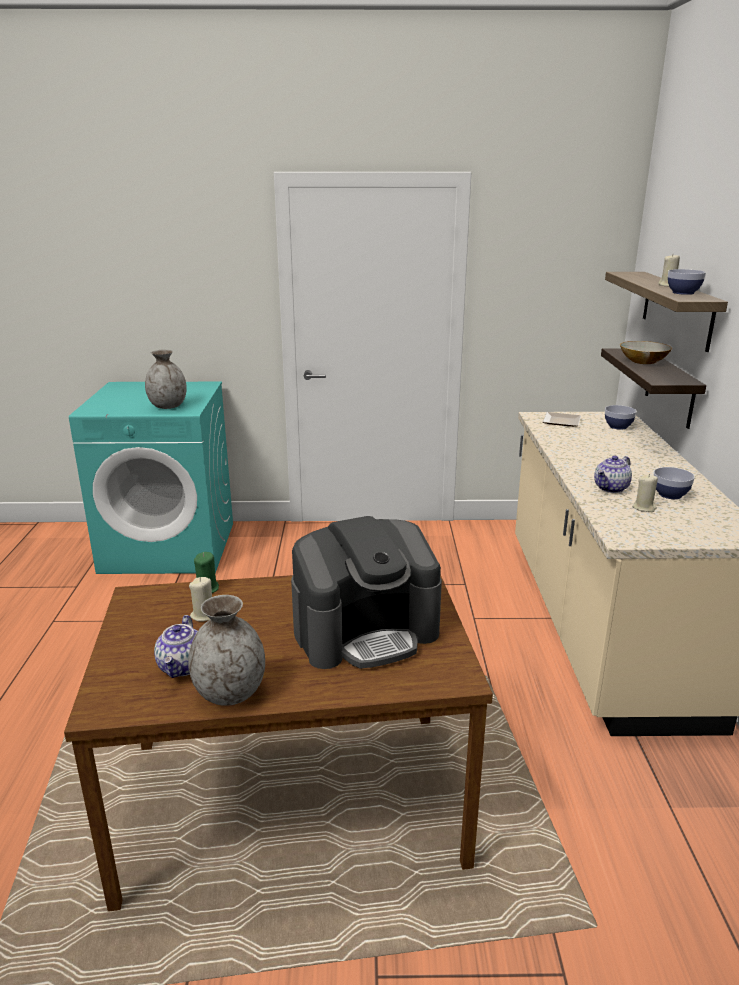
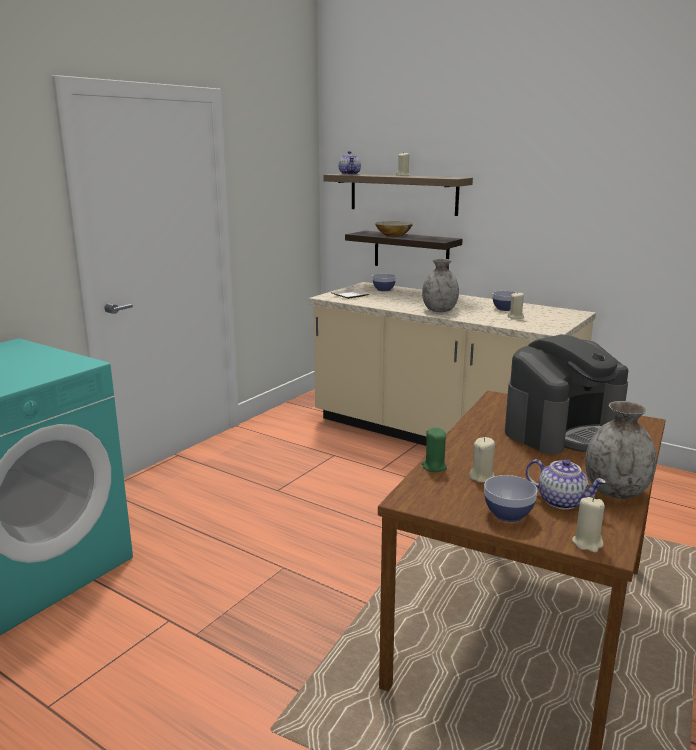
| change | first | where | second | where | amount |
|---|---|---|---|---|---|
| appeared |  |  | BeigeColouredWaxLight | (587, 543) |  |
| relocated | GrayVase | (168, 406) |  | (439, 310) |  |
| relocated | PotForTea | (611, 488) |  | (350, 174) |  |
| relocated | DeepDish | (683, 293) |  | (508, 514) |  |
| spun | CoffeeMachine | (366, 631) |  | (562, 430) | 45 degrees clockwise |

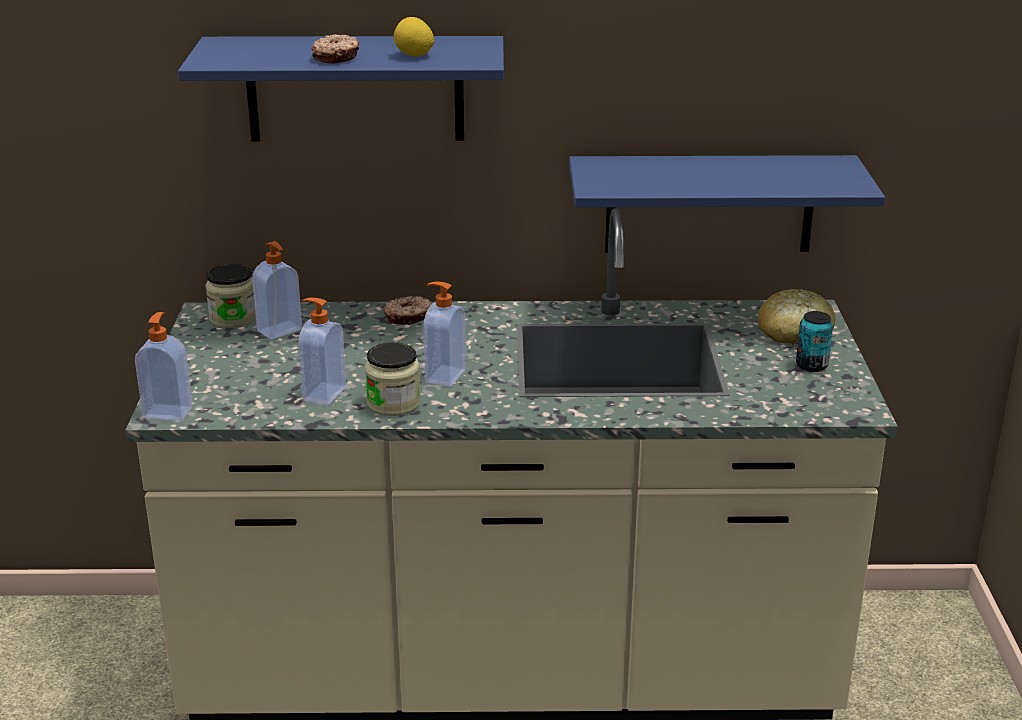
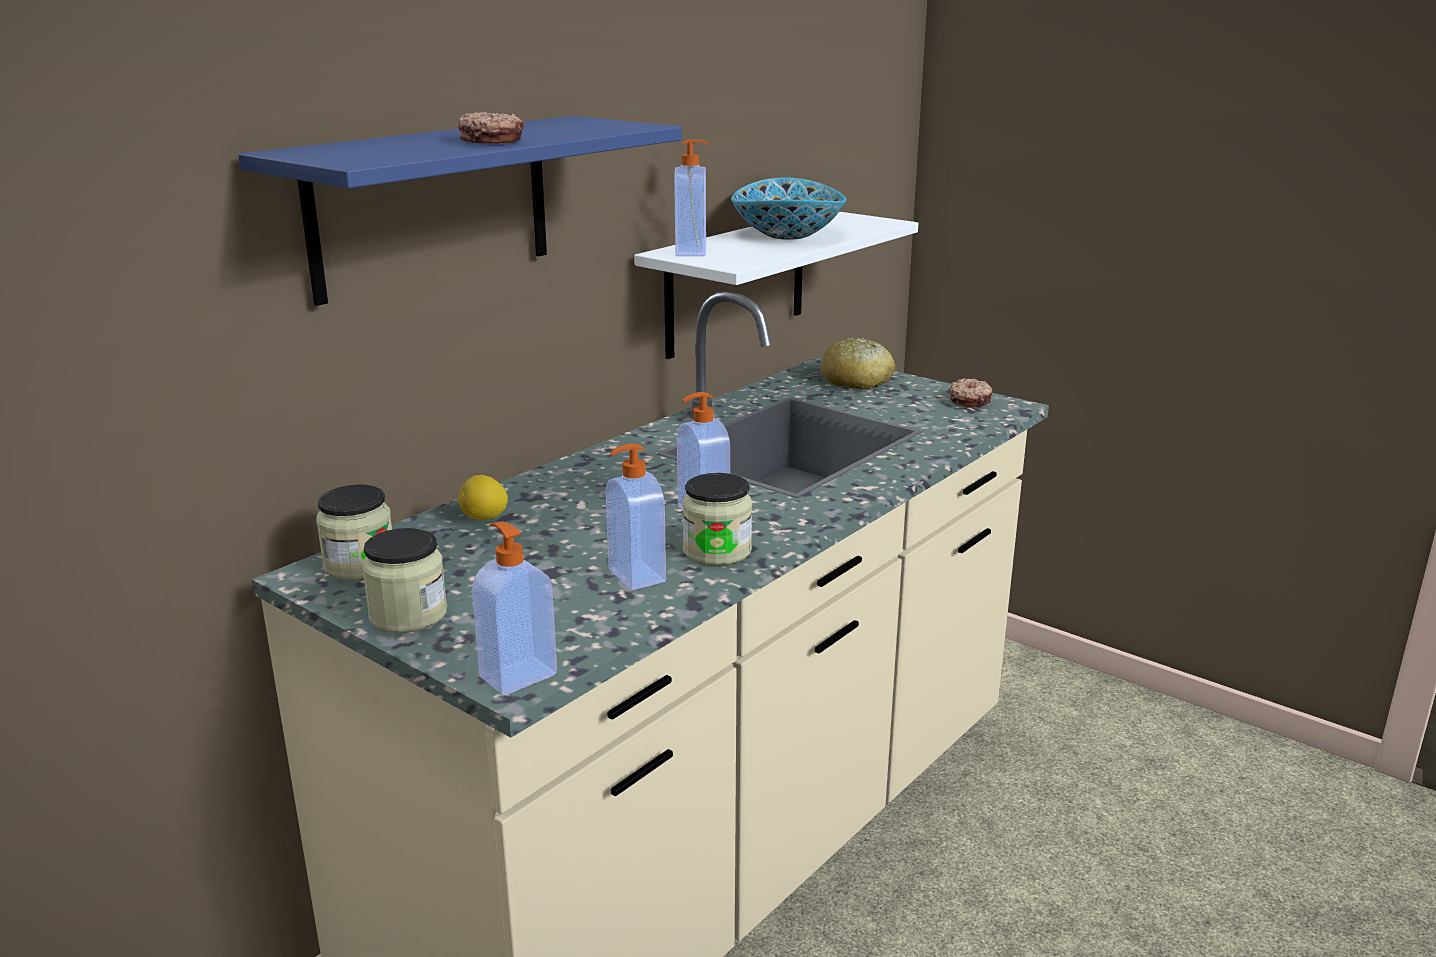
| change | first | where | second | where | amount |
|---|---|---|---|---|---|
| missing | SealedCan | (811, 365) |  |  |  |
| appeared |  |  | Jar | (408, 615) |  |
| appeared |  |  | DeepDish | (786, 234) |  |
| relocated | SoapBottle | (280, 331) |  | (692, 252) |  |
| relocated | Donut | (408, 317) |  | (970, 400) |  |
| relocated | WholeLemon | (414, 55) |  | (485, 519) |  |
| colour | BlueColouredShelf | (709, 204) | WhiteColouredShelf | (736, 283) |  |

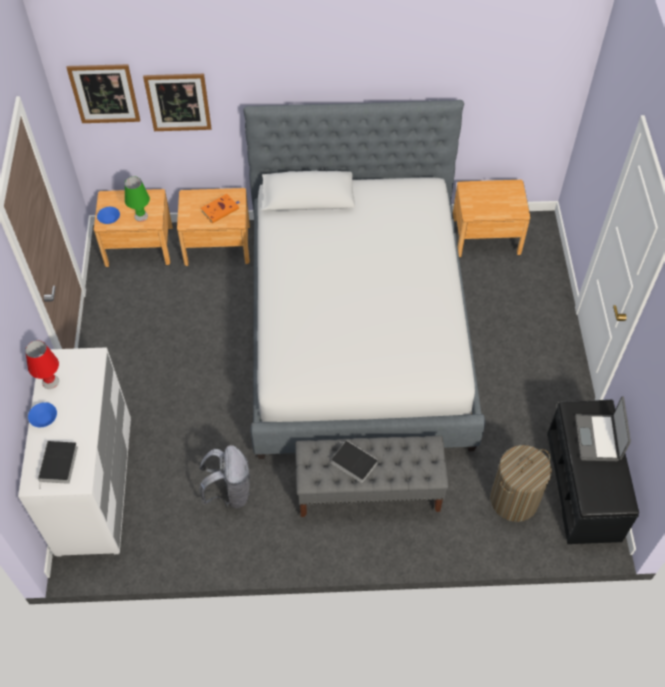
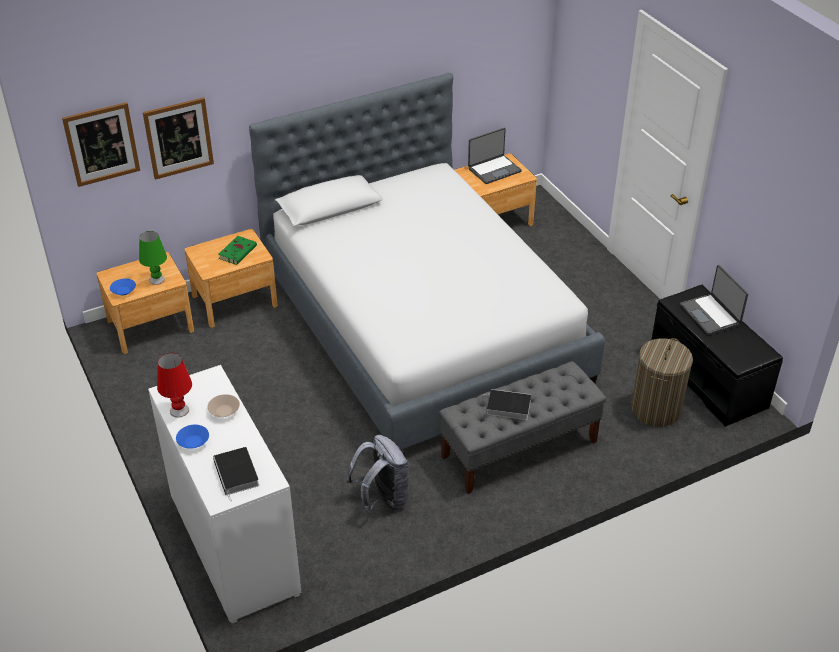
| change | first | where | second | where | amount |
|---|---|---|---|---|---|
| appeared |  |  | BeigeColouredDeepDish | (224, 411) |  |
| appeared |  |  | PortableComputer | (494, 170) |  |
| colour | OrangeVolume | (220, 210) | GreenVolume | (238, 252) |  |

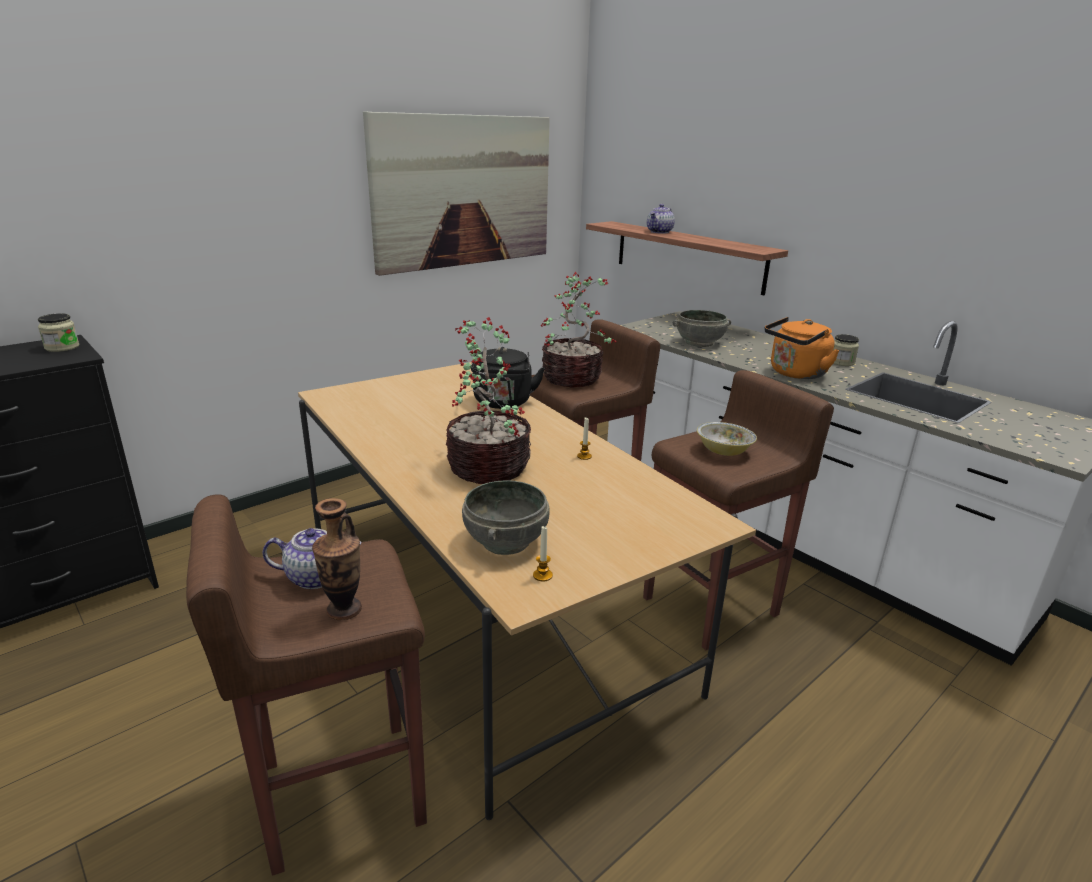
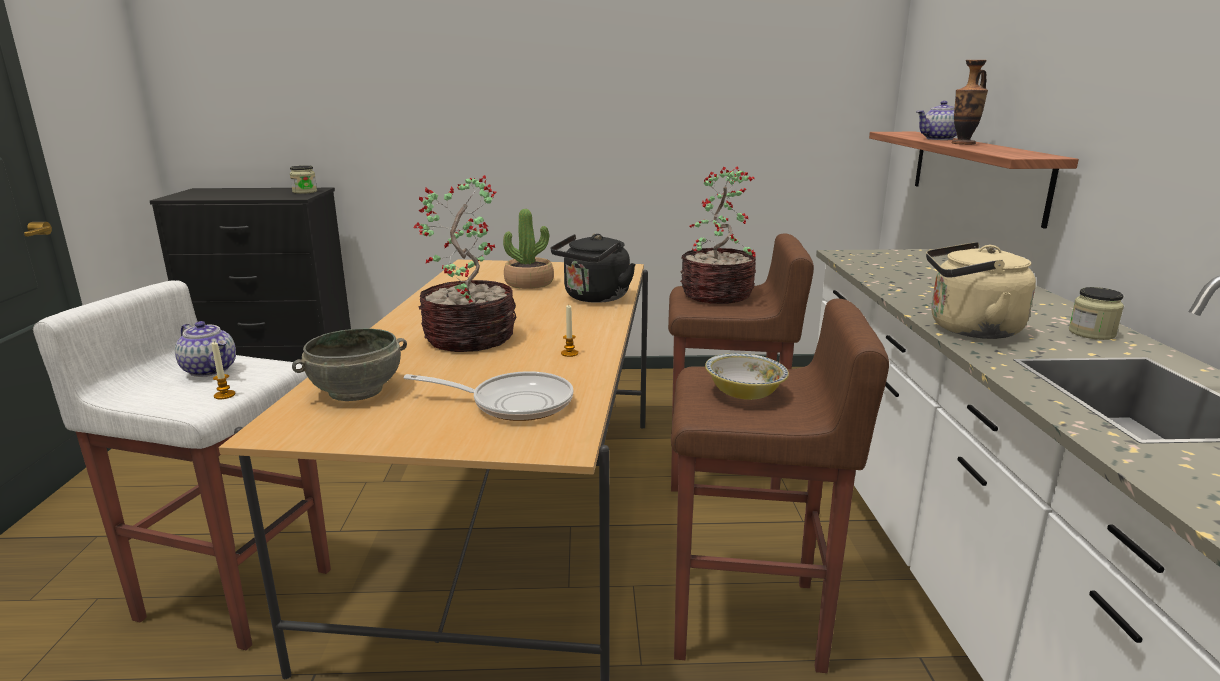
| change | first | where | second | where | amount |
|---|---|---|---|---|---|
| missing | WallPicture | (464, 191) |  |  |  |
| missing | GrayDeepDish | (699, 343) |  |  |  |
| appeared |  |  | FryingPan | (514, 403) |  |
| appeared |  |  | Houseplant | (529, 283) |  |
| relocated | Vase | (344, 610) |  | (963, 144) |  |
| relocated | WaxLight | (542, 575) |  | (224, 395) |  |
| colour | BrownSittingStool | (339, 792) | WhiteColouredSittingStool | (235, 592) |  |
| colour | OrangeTeaKettle | (795, 374) | BeigeColouredTeaKettle | (968, 329) |  |

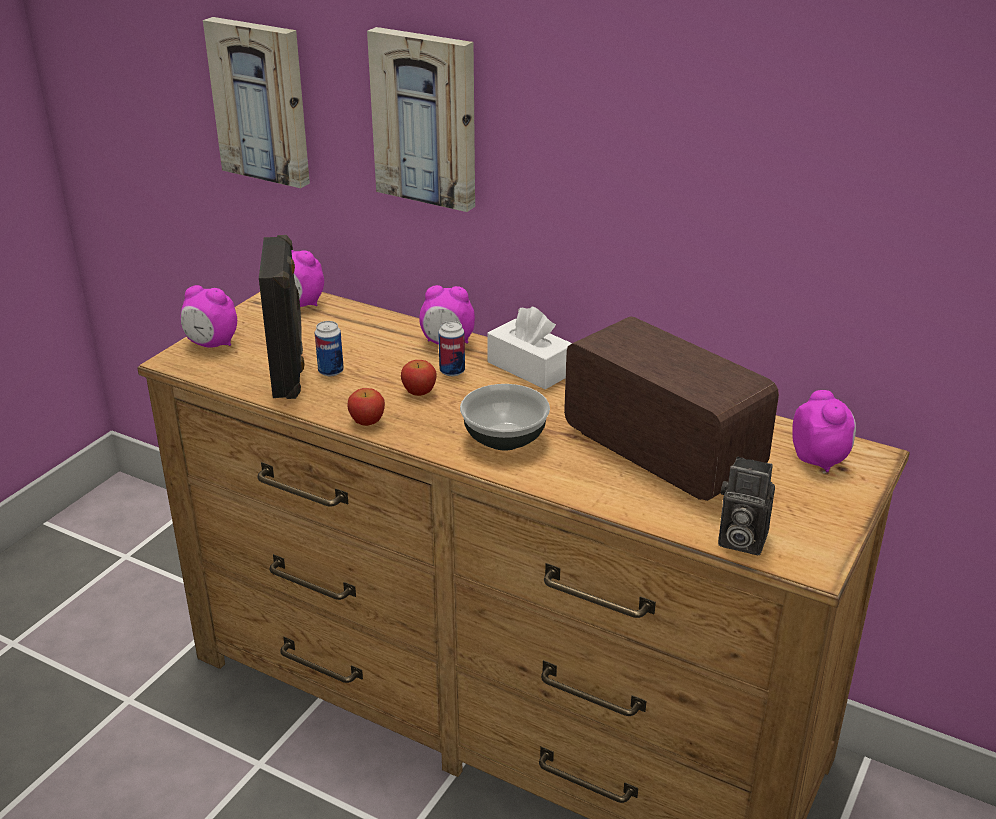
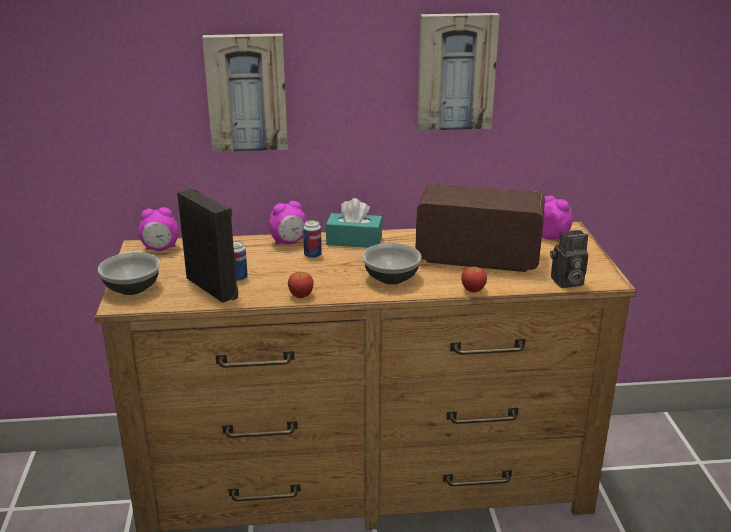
| change | first | where | second | where | amount |
|---|---|---|---|---|---|
| relocated | WallPicture | (262, 101) |  | (455, 71) |  |
| relocated | WholeApple | (419, 392) |  | (473, 290) |  |
| exchanged | BedsideClock | (211, 344) | DeepDish | (133, 288) |  |
| colour | WhiteColouredTissueHolder | (529, 368) | BlueGreenTissueHolder | (354, 240) |  |

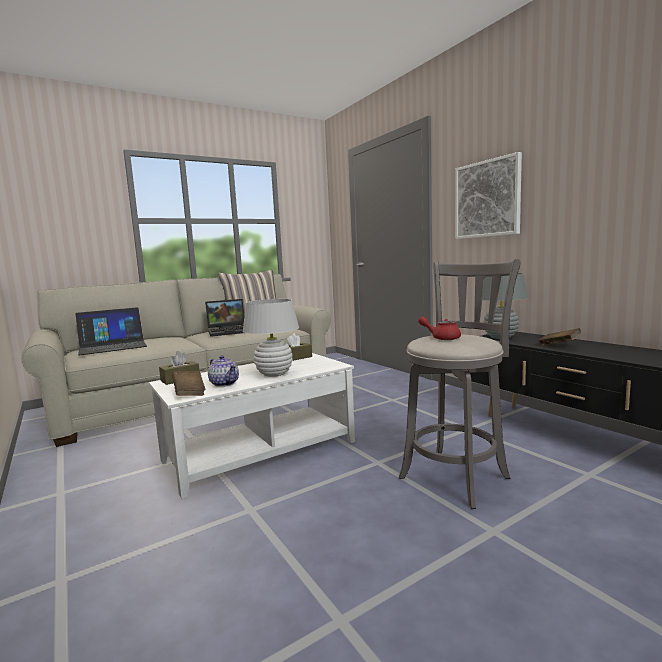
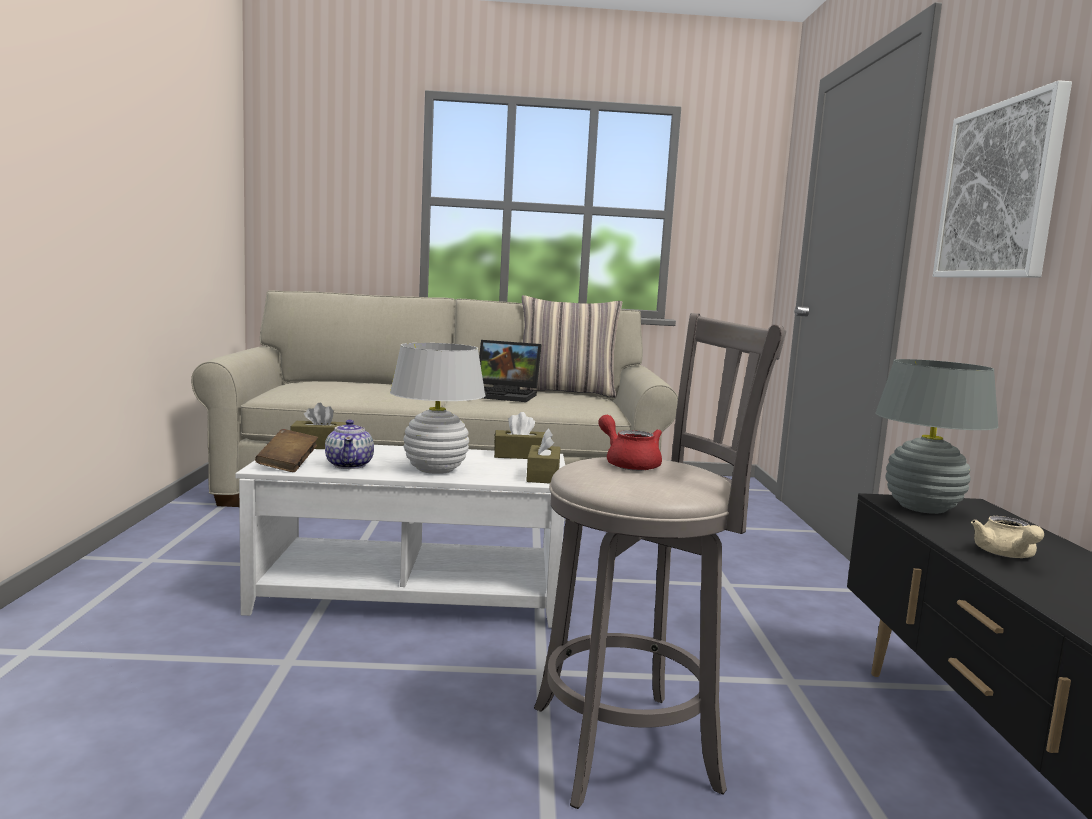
| change | first | where | second | where | amount |
|---|---|---|---|---|---|
| missing | PortableComputer | (113, 346) |  |  |  |
| appeared |  |  | BrownTissueHolder | (543, 475) |  |
| exchanged | BrownVolume | (559, 345) | BeigeColouredPotForTea | (1006, 555) |  |

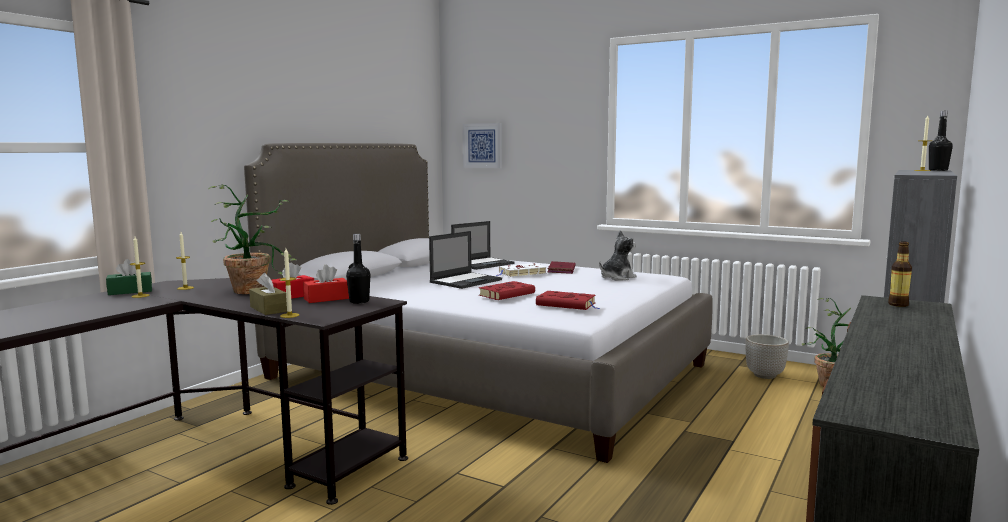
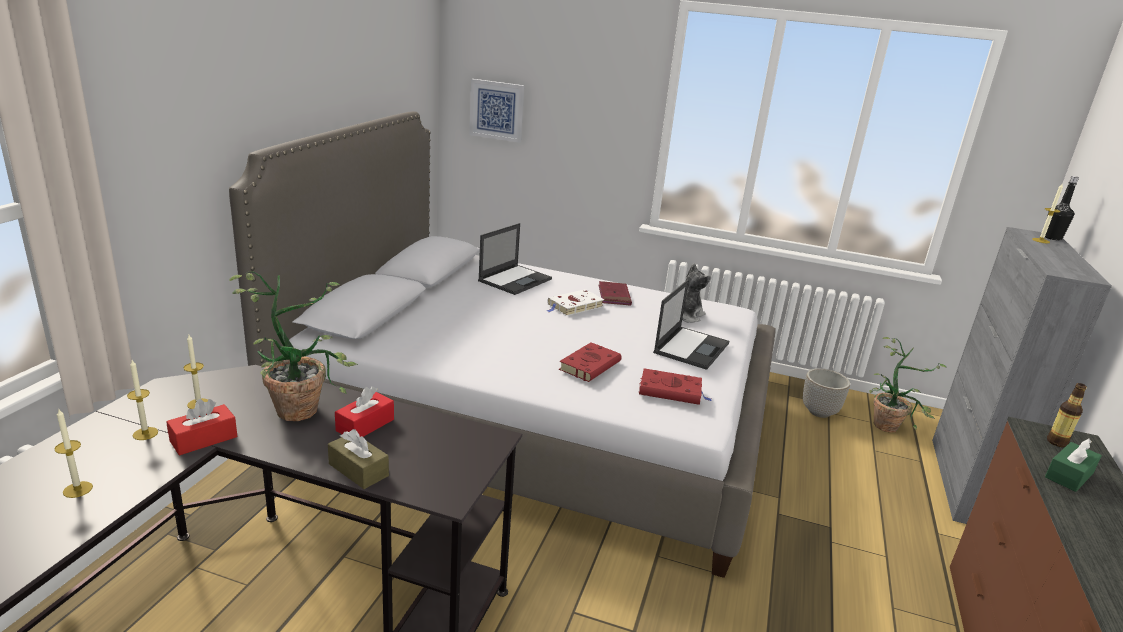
| change | first | where | second | where | amount |
|---|---|---|---|---|---|
| missing | BlackColouredBeverageBottle | (359, 301) |  |  |  |
| relocated | GreenTissueHolder | (130, 291) |  | (1069, 475) |  |
| relocated | WaxLight | (289, 315) |  | (77, 489) |  |
| relocated | RedColouredTissueHolder | (326, 298) |  | (204, 439) |  |
| relocated | PortableComputer | (466, 281) |  | (691, 347) |  |

